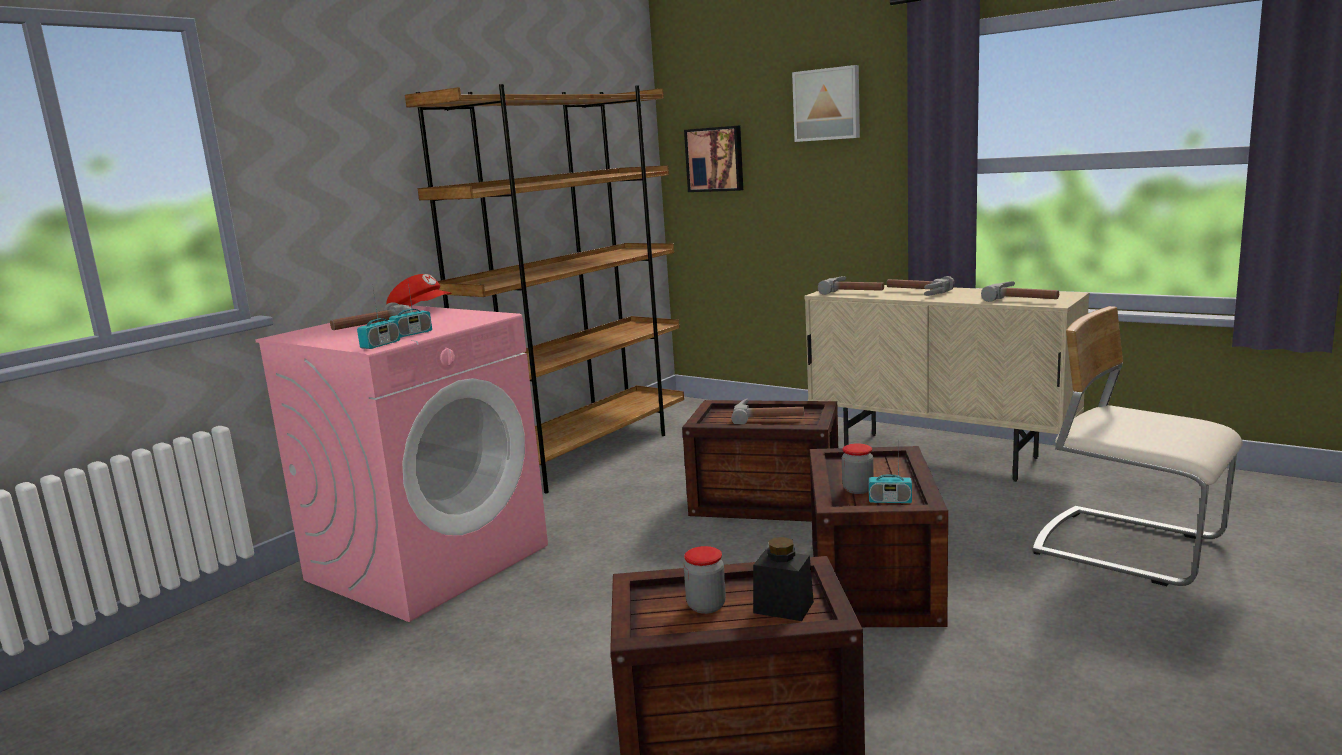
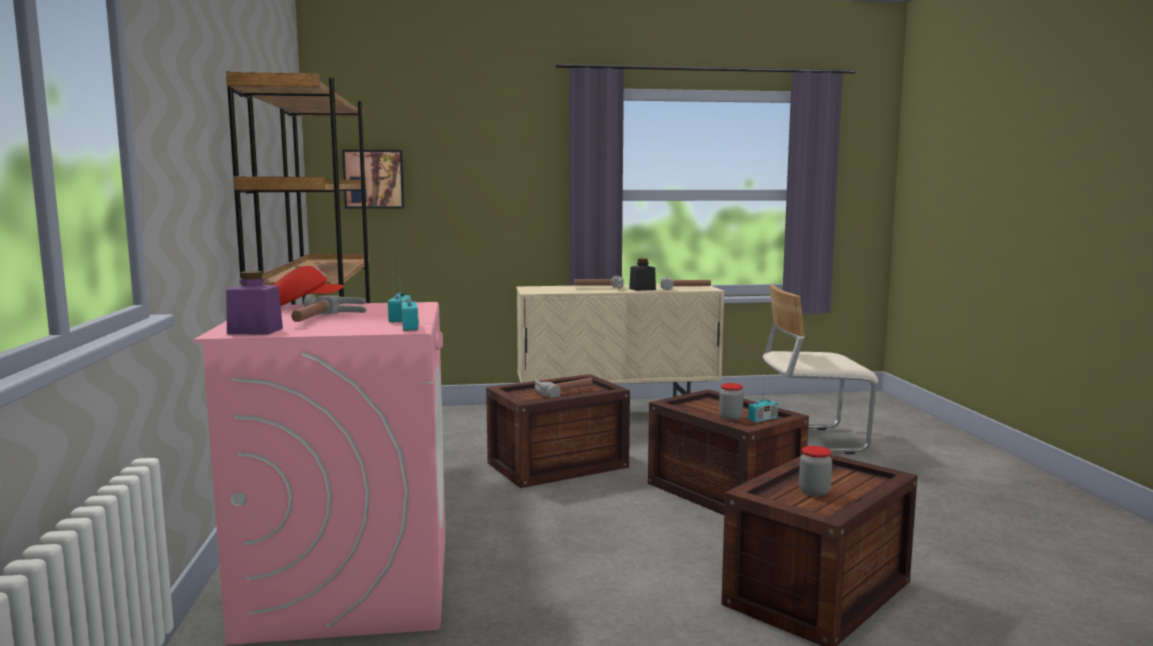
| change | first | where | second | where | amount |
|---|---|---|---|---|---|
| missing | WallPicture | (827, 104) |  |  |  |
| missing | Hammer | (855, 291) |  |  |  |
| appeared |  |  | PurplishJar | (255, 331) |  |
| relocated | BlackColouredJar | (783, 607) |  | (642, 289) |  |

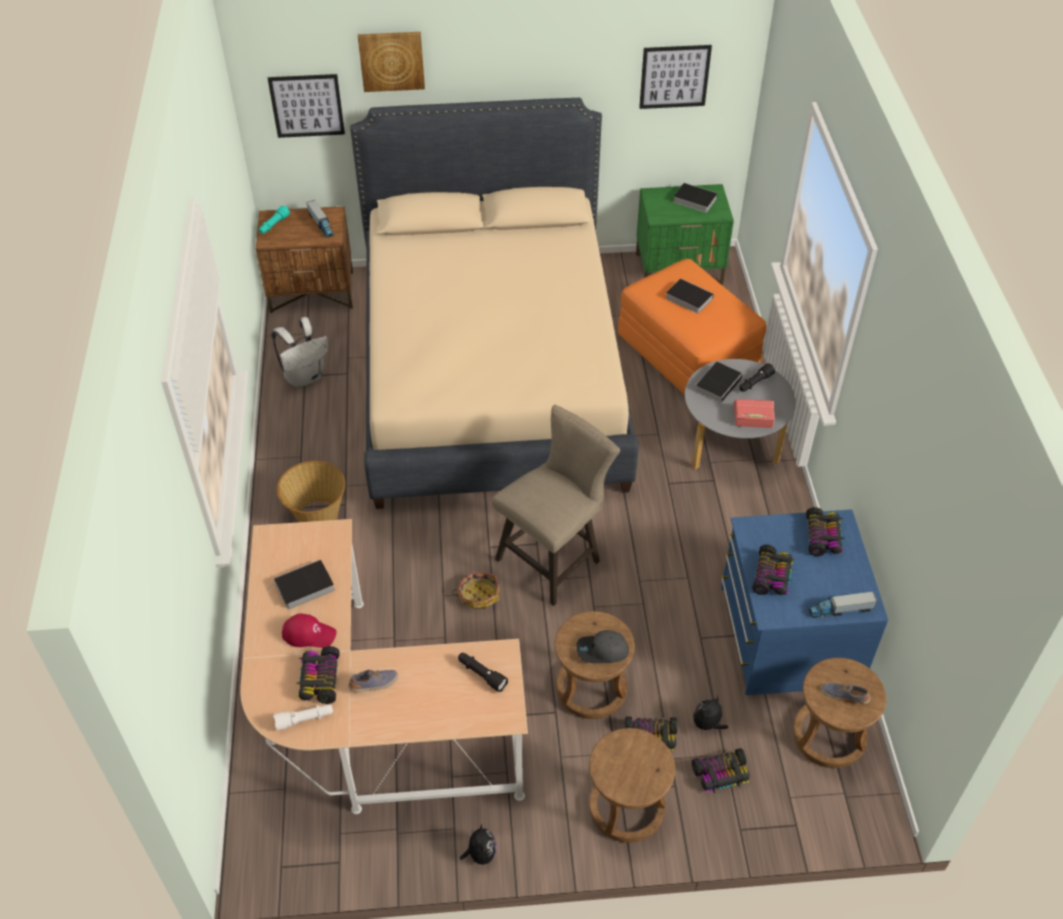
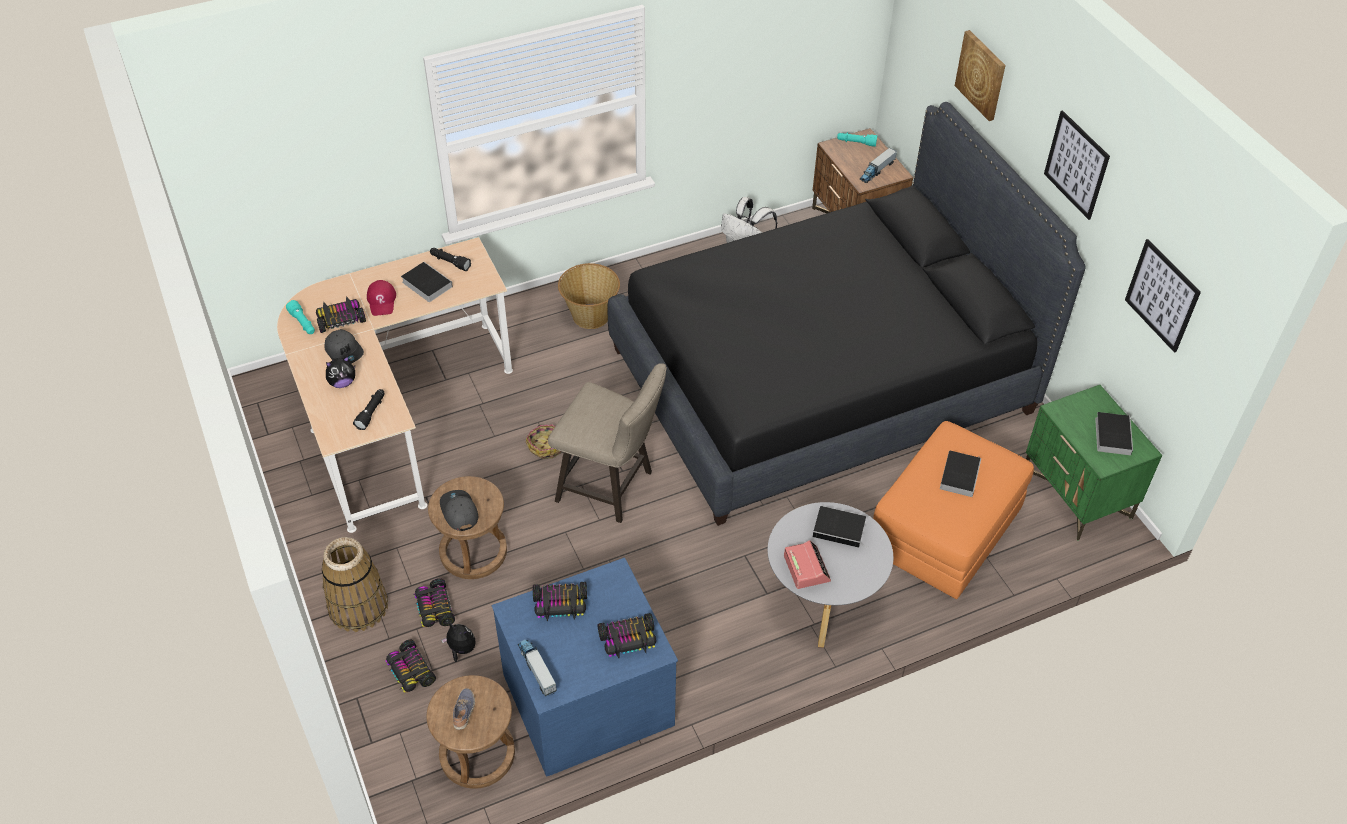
| change | first | where | second | where | amount |
|---|---|---|---|---|---|
| relocated | WallPicture | (307, 105) |  | (1076, 165) |  |
| relocated | PlushToy | (480, 854) |  | (342, 383) |  |
| relocated | BlackColouredHandTorch | (755, 383) |  | (450, 262) |  |
| exchanged | LowShoe | (374, 684) | GrayBaseballCap | (344, 351) |  |
| exchanged | BrownSittingStool | (626, 807) | HouseholdBasket | (358, 606) |  |
| colour | WhiteColouredHandTorch | (304, 719) | BlueGreenHandTorch | (303, 323) |  |
| colour | BeigeColouredBed | (492, 373) | BlackColouredBed | (822, 380) |  |

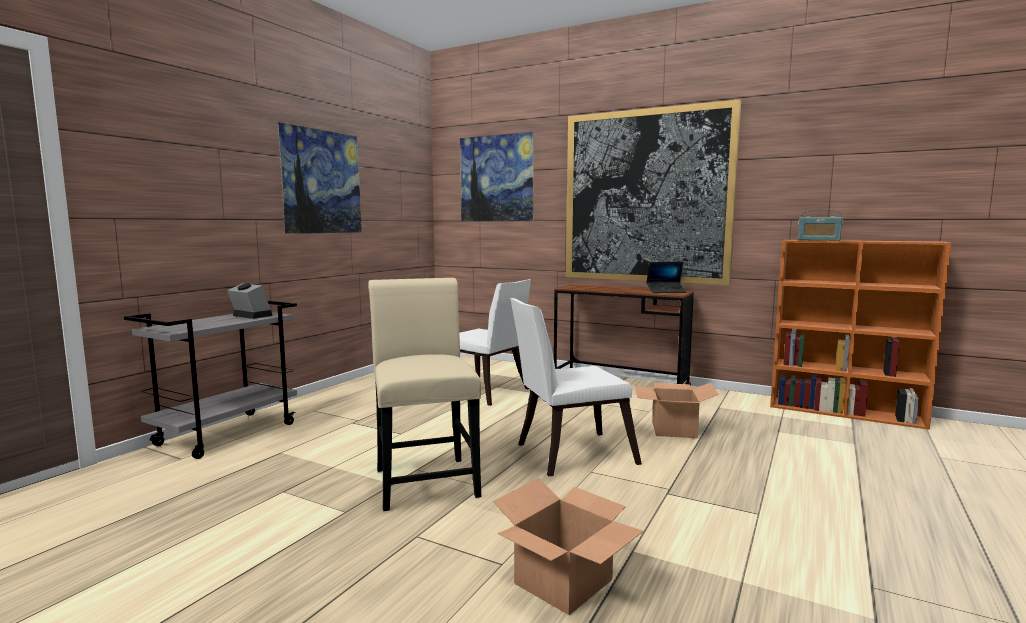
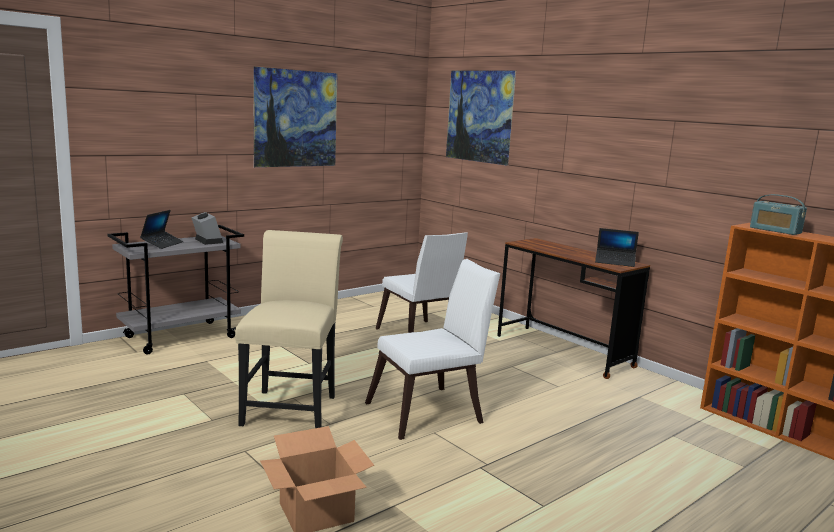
| change | first | where | second | where | amount |
|---|---|---|---|---|---|
| missing | WallPicture | (647, 196) |  |  |  |
| missing | CardboardBox | (674, 430) |  |  |  |
| appeared |  |  | PortableComputer | (162, 244) |  |
| spun | WhiteColouredPlainChair | (568, 454) |  | (431, 412) | 150 degrees clockwise |

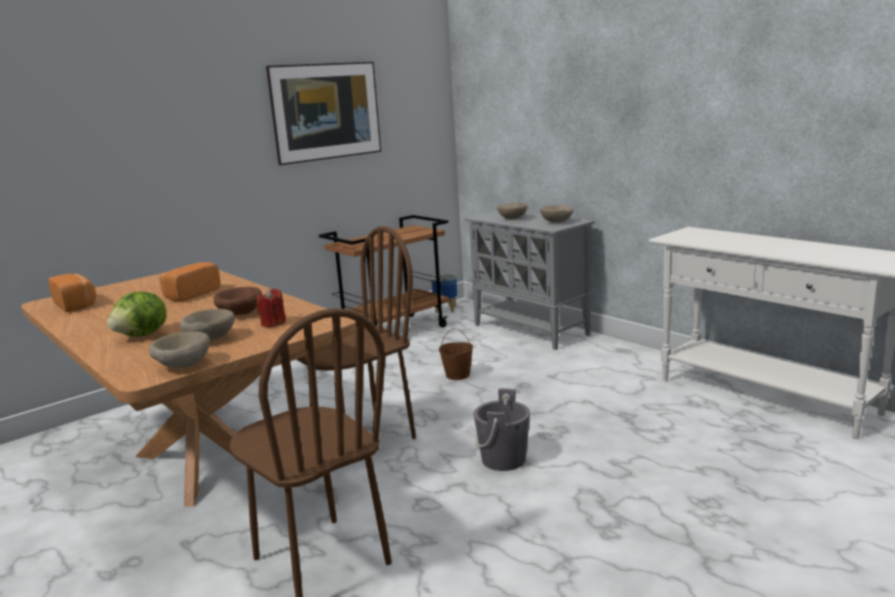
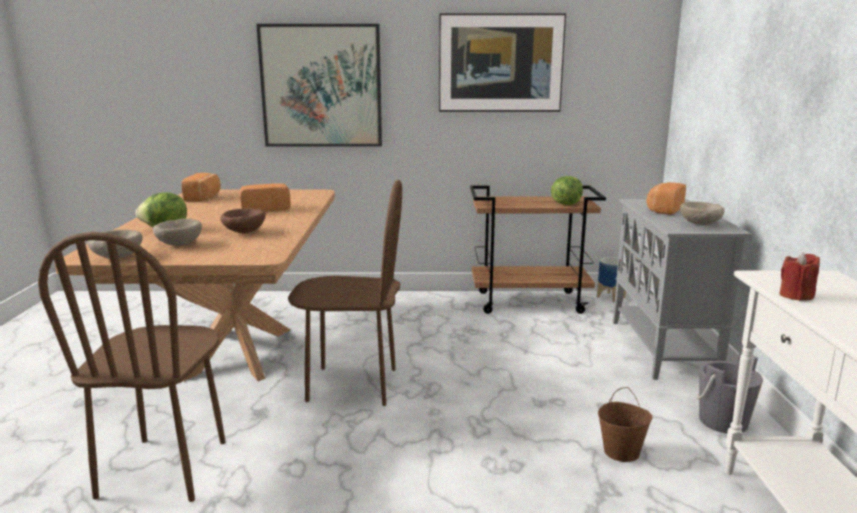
| change | first | where | second | where | amount |
|---|---|---|---|---|---|
| appeared |  |  | WallPicture | (321, 86) |  |
| appeared |  |  | LettuceHead | (566, 204) |  |
| relocated | RedColouredWaxLight | (273, 323) |  | (796, 296) |  |
| relocated | BrownPail | (458, 375) |  | (622, 452) |  |
| relocated | GrayPail | (503, 459) |  | (723, 421) |  |
| exchanged | BeigeColouredDeepDish | (513, 218) | BakedBread | (663, 210) |  |

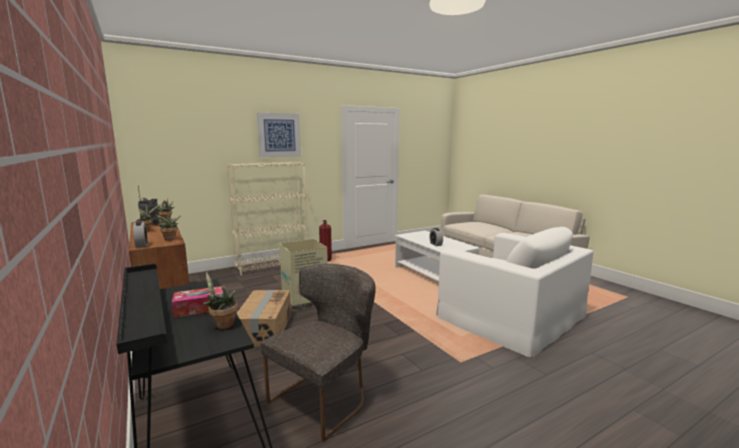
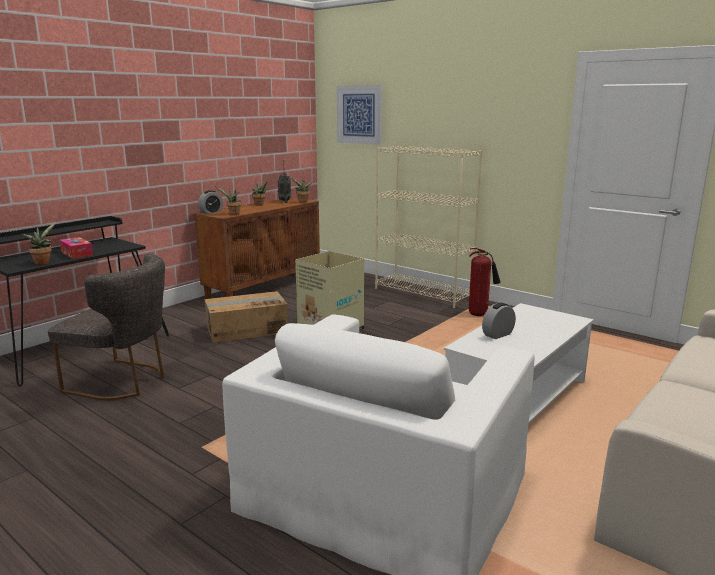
| change | first | where | second | where | amount |
|---|---|---|---|---|---|
| relocated | WallPicture | (279, 135) |  | (359, 114) |  |

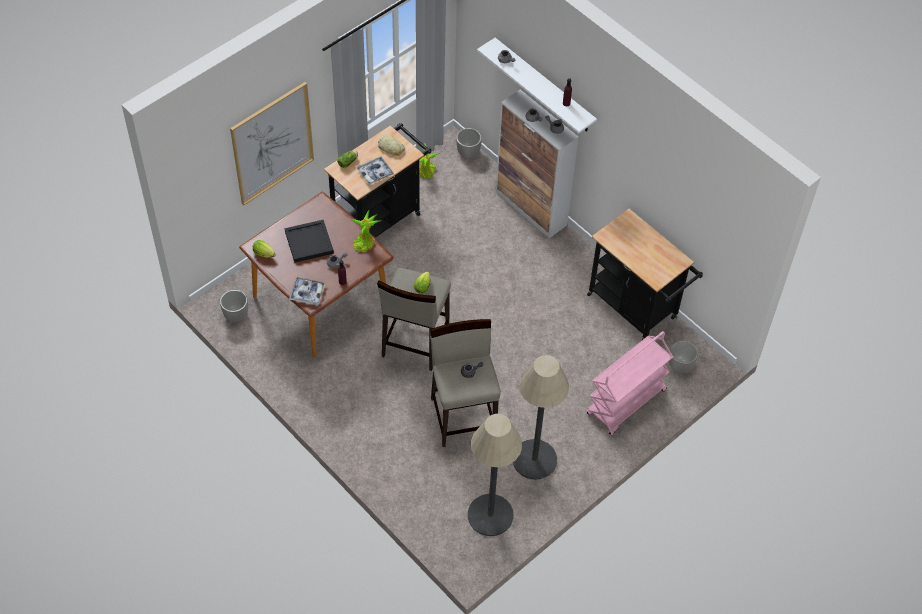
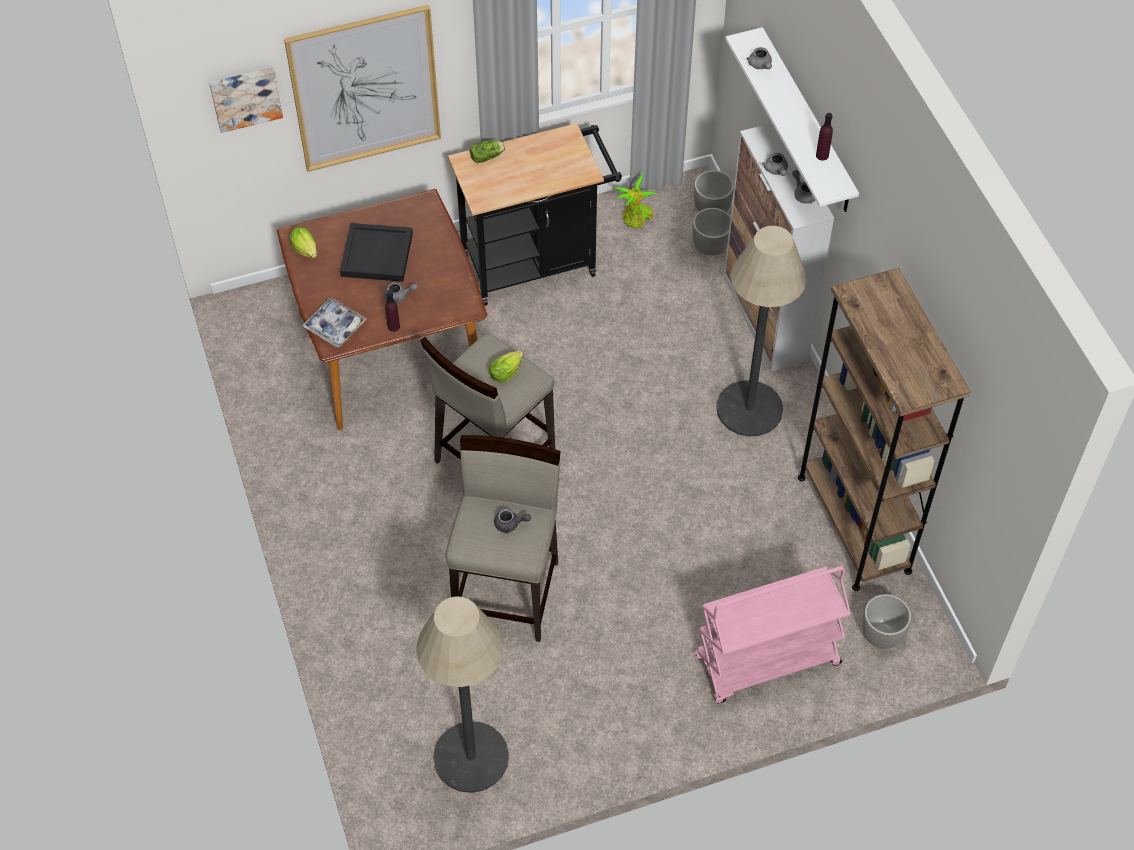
| change | first | where | second | where | amount |
|---|---|---|---|---|---|
| missing | Houseplant | (364, 242) |  |  |  |
| missing | ServingTray | (375, 173) |  |  |  |
| missing | BakedBread | (391, 147) |  |  |  |
| appeared |  |  | WallPicture | (245, 97) |  |
| relocated | Planter | (236, 315) |  | (710, 247) |  |
| relocated | StandardLamp | (534, 459) |  | (749, 409) |  |
| exchanged | BlackColouredWheeledCart | (636, 309) | BrownShelvingUnit | (853, 523) |  |

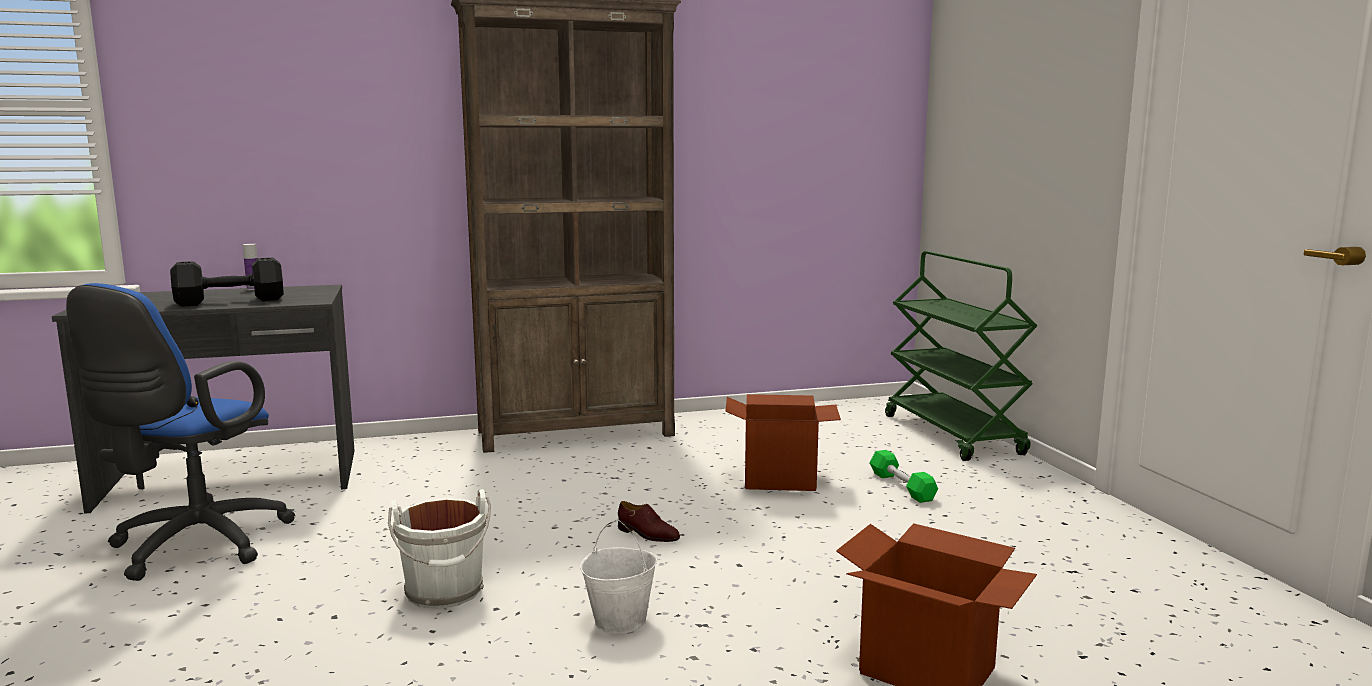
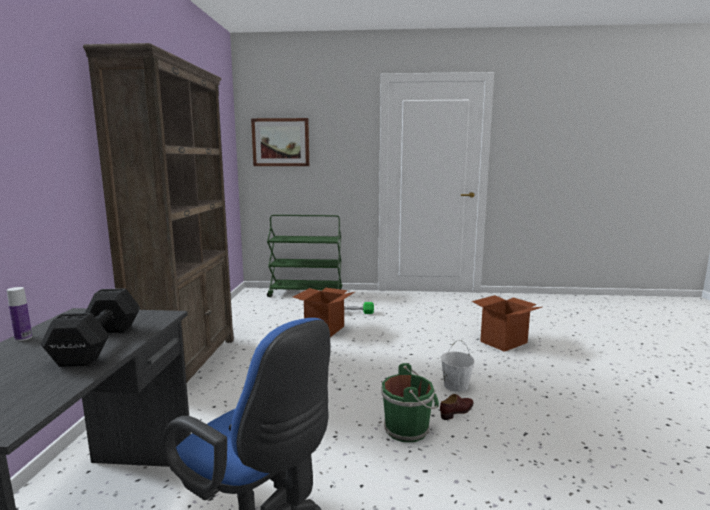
| change | first | where | second | where | amount |
|---|---|---|---|---|---|
| appeared |  |  | WallPicture | (281, 142) |  |
| relocated | BrownLowShoe | (648, 534) |  | (457, 411) |  |
| colour | WhiteColouredPail | (445, 593) | GreenPail | (408, 429) |  |

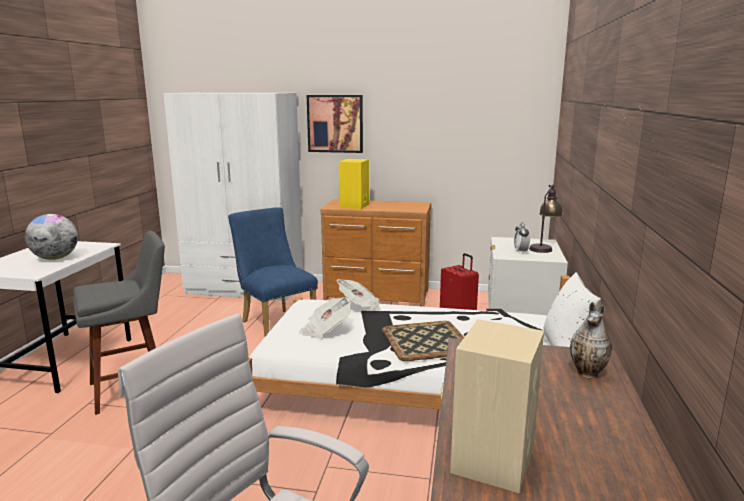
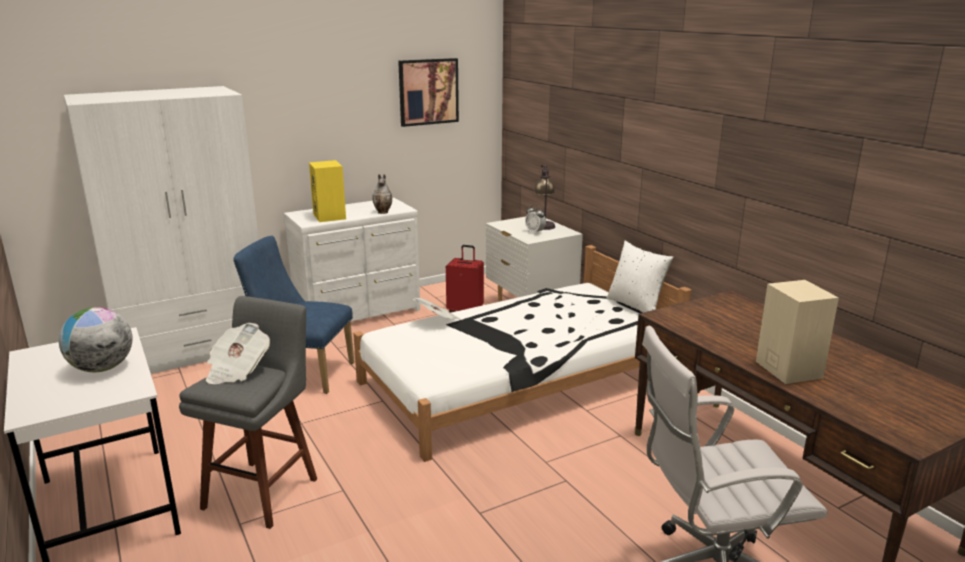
| change | first | where | second | where | amount |
|---|---|---|---|---|---|
| missing | ServingTray | (426, 340) |  |  |  |
| relocated | DailyPaper | (325, 330) |  | (237, 370) |  |
| relocated | WallPicture | (335, 123) |  | (428, 91) |  |
| relocated | Vase | (589, 374) |  | (383, 212) |  |
| colour | BrownDrawerChest | (377, 295) | WhiteColouredDrawerChest | (359, 312) |  |

